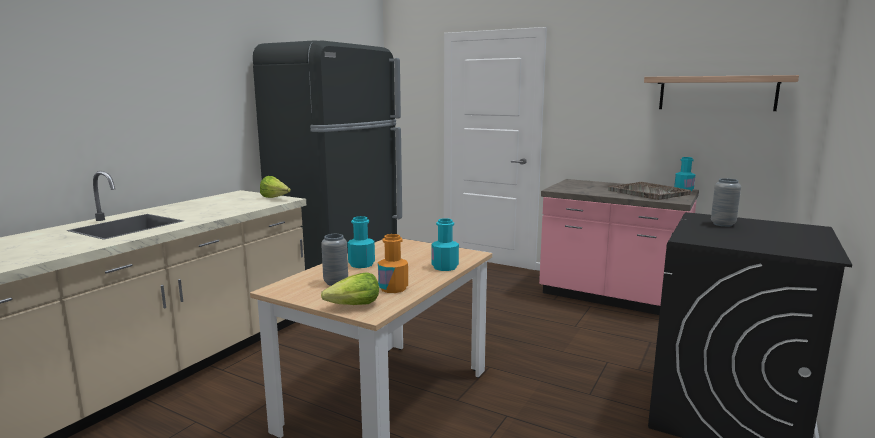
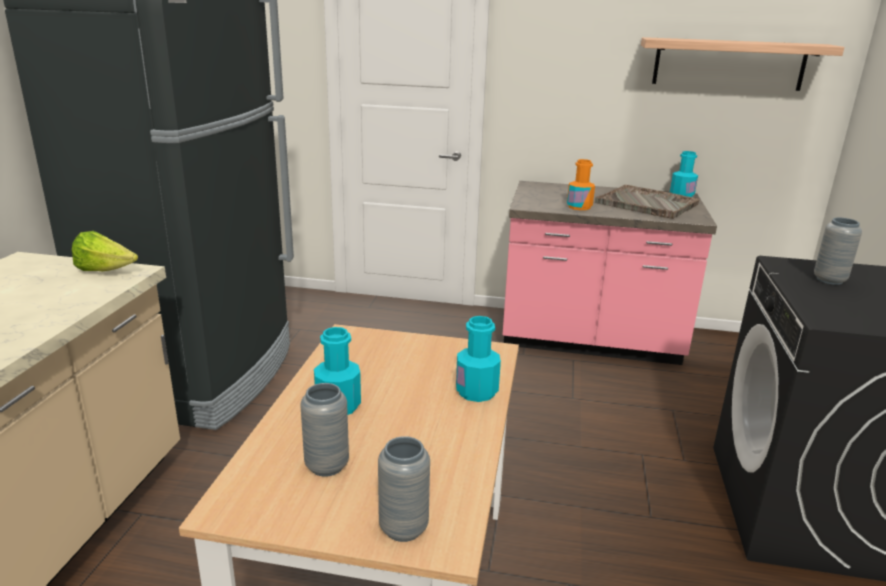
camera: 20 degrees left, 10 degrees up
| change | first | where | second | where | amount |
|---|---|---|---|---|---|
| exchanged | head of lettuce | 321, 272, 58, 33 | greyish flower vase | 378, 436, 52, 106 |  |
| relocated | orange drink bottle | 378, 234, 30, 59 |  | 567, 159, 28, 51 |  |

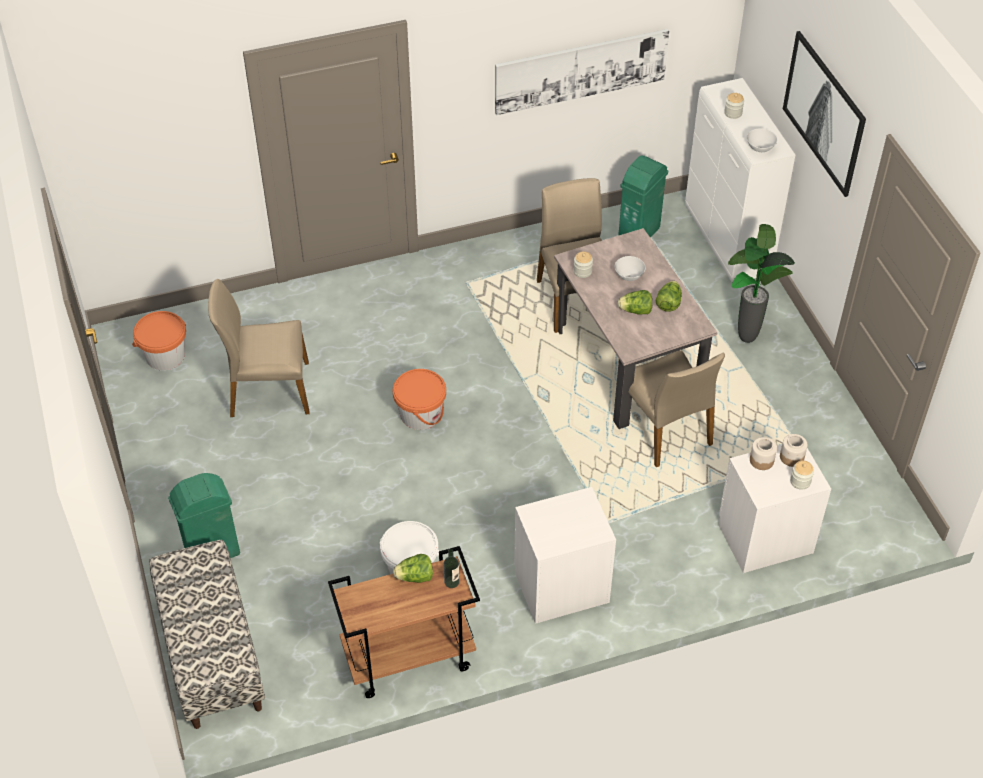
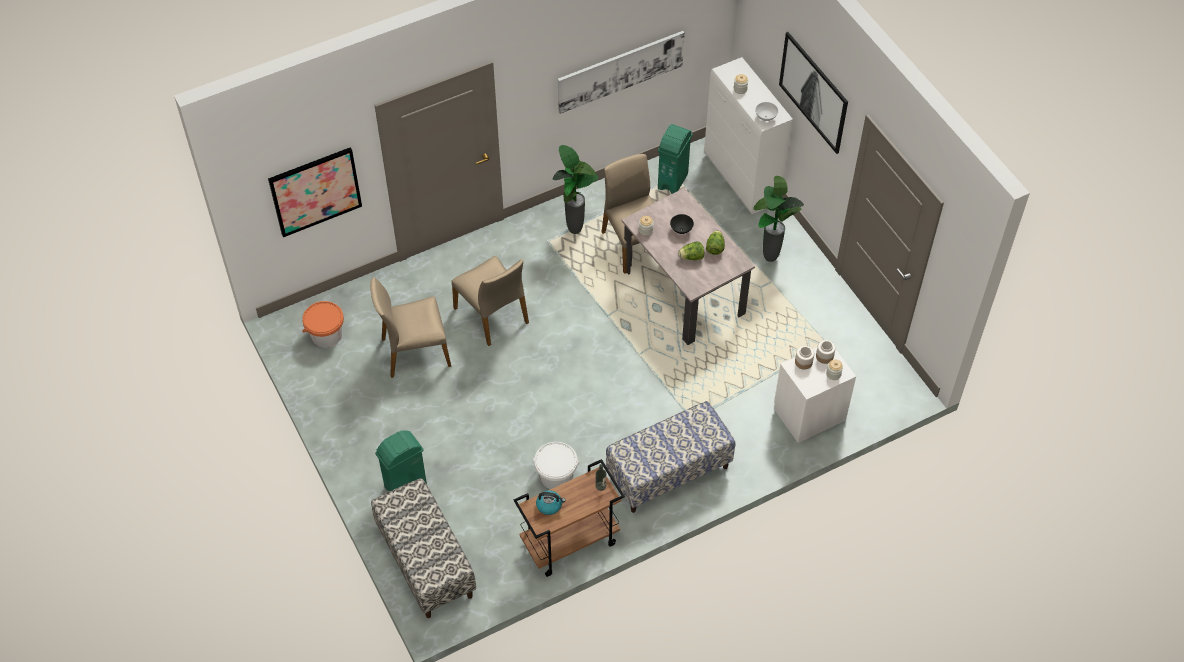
camera: 10 degrees left, 5 degrees up
| change | first | where | second | where | amount |
|---|---|---|---|---|---|
| missing | orange water bucket | 393, 369, 53, 61 |  |  |  |
| missing | head of lettuce | 393, 554, 40, 29 |  |  |  |
| exchanged | whitish bedside table | 514, 487, 102, 137 | indoor bench | 606, 401, 129, 112 |  |
| colour | whitish serving bowl | 615, 256, 31, 25 | black serving bowl | 670, 214, 24, 20 |  |
| relocated | beige plain chair | 629, 350, 96, 117 |  | 452, 256, 77, 90 |  |
| appeared |  |  | picture | 268, 147, 94, 91 |  |
| appeared |  |  | kettle | 536, 491, 30, 24 |  |
| appeared |  |  | houseplant | 553, 145, 45, 89 |  |

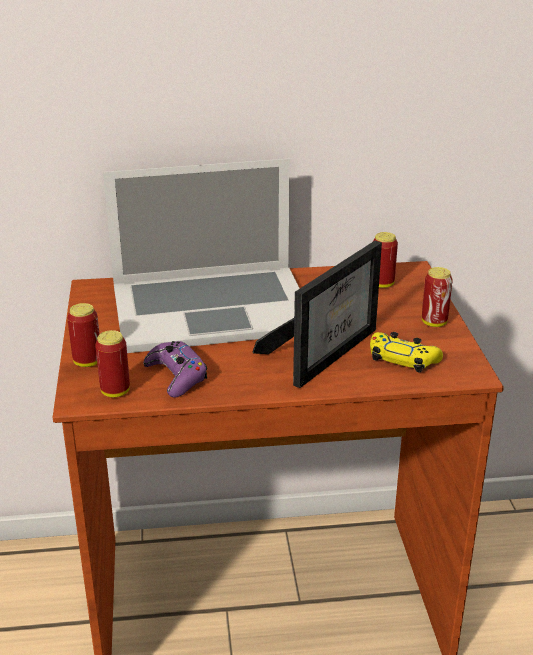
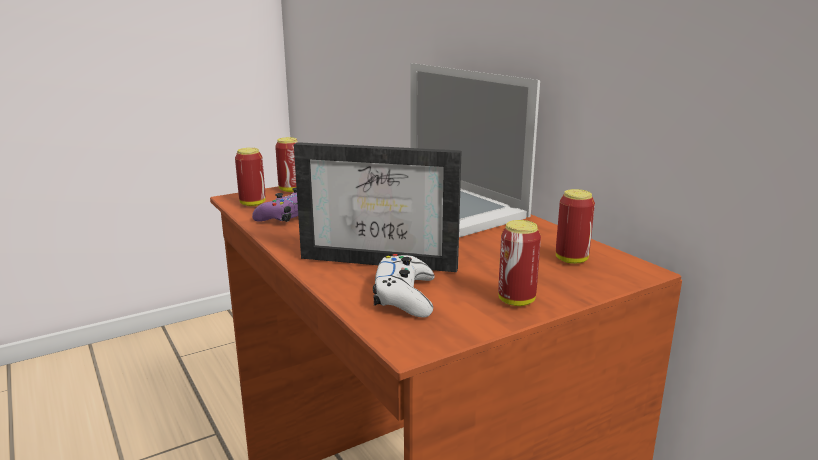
camera: 65 degrees right, 10 degrees down
| change | first | where | second | where | amount |
|---|---|---|---|---|---|
| colour | yellowish gamepad | 370, 332, 73, 40 | whitish gamepad | 373, 254, 62, 64 |  |

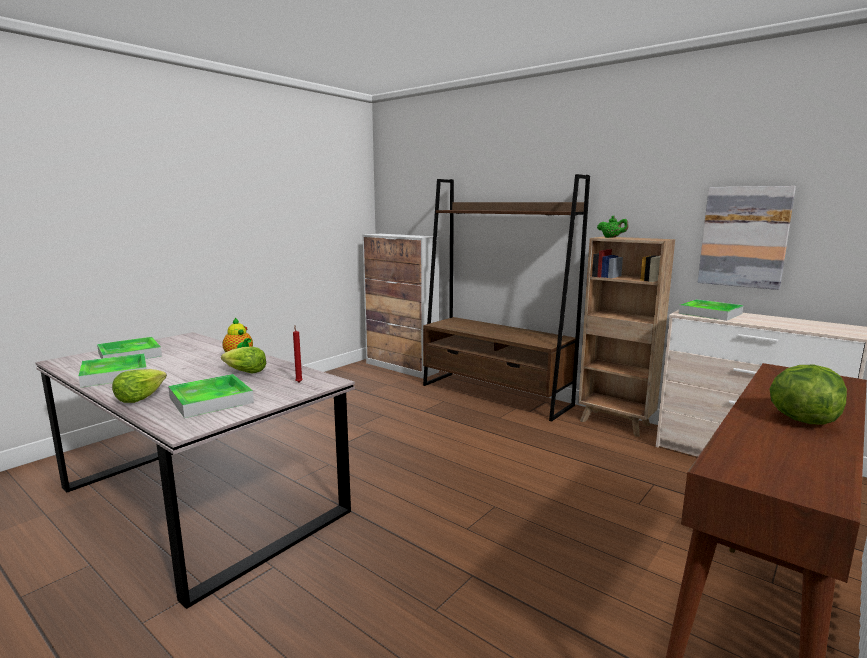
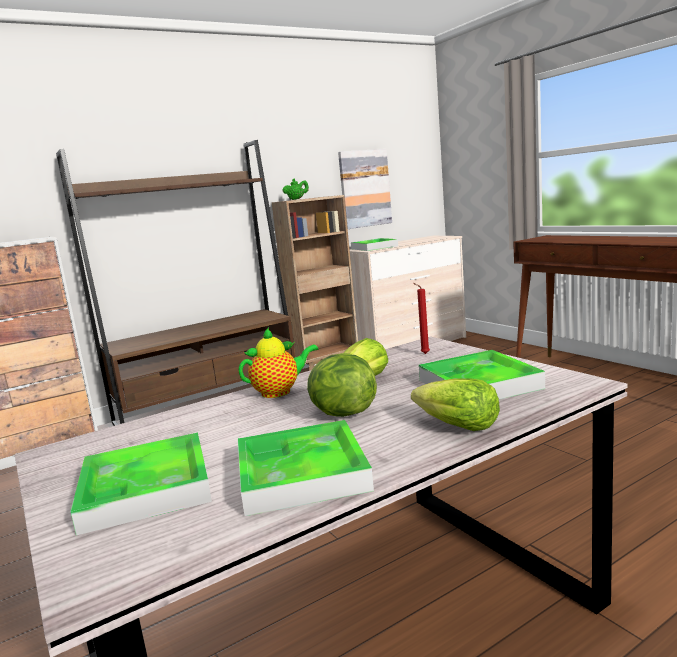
camera: 70 degrees left, 0 degrees up
| change | first | where | second | where | amount |
|---|---|---|---|---|---|
| relocated | head of lettuce | 770, 365, 77, 60 |  | 307, 353, 70, 64 |  |

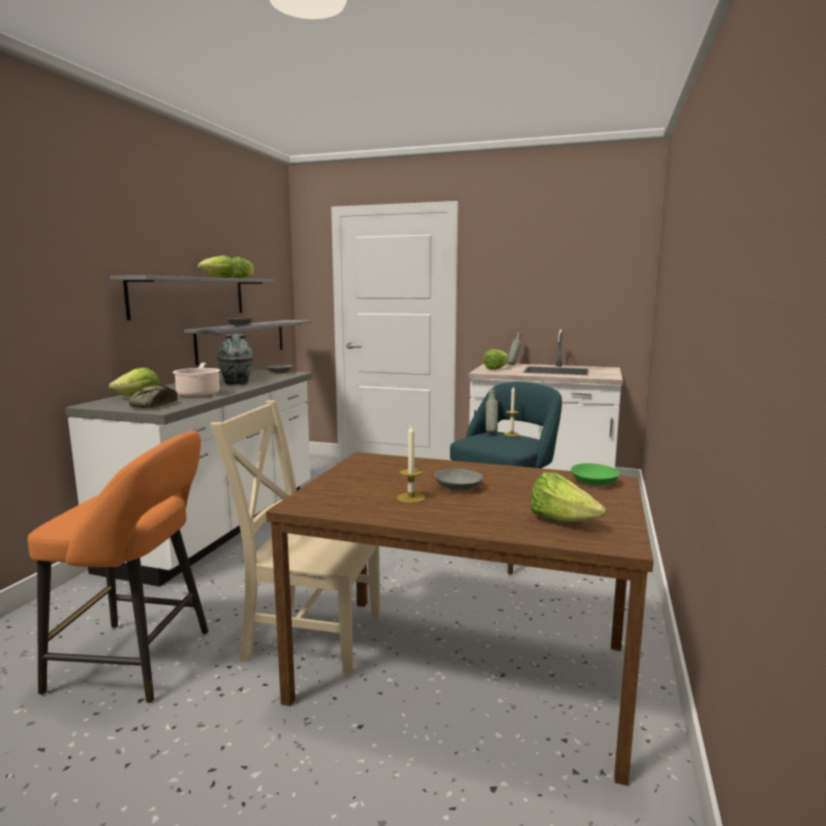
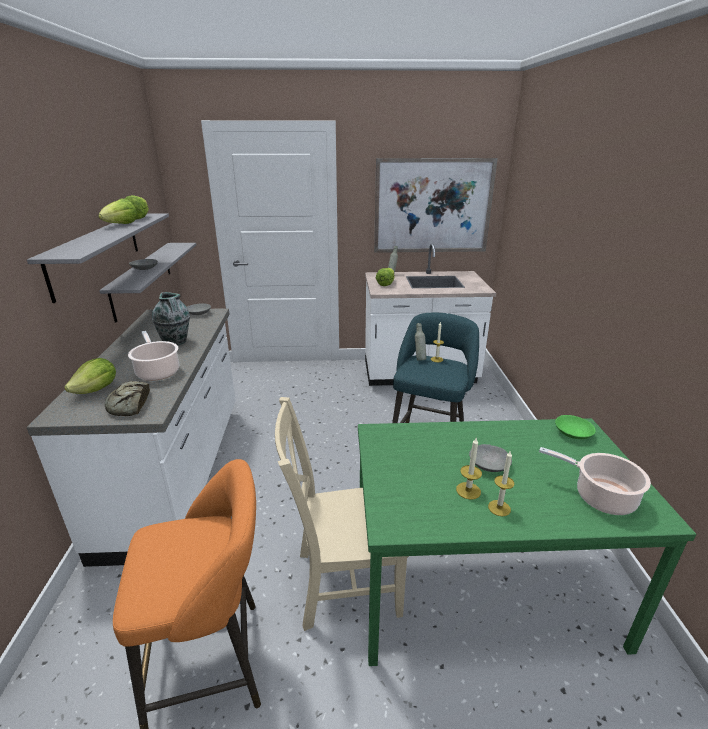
camera: 20 degrees left, 15 degrees up
| change | first | where | second | where | amount |
|---|---|---|---|---|---|
| colour | brownish dinner table | 266, 452, 387, 334 | greenish dinner table | 358, 418, 338, 248 |  |
| exchanged | head of lettuce | 530, 472, 76, 50 | stockpot | 539, 447, 112, 68 |  |
| appeared |  |  | picture | 374, 158, 124, 95 |  |
| appeared |  |  | wax light | 488, 450, 26, 66 |  |

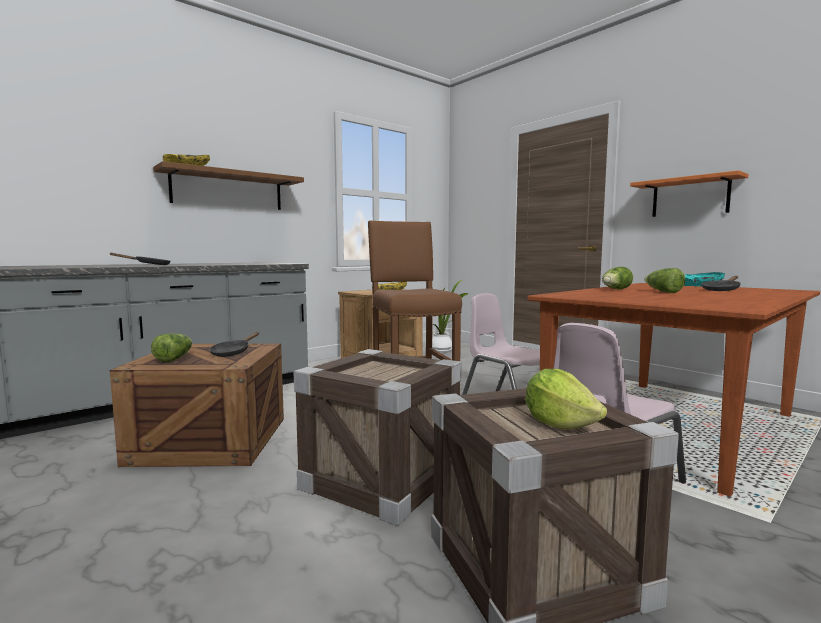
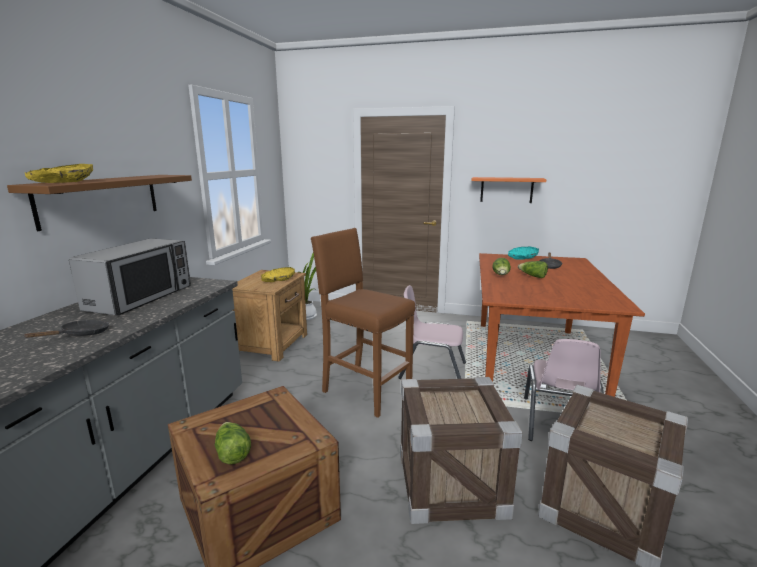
camera: 35 degrees left, 10 degrees up
| change | first | where | second | where | amount |
|---|---|---|---|---|---|
| missing | black frying pan | 209, 332, 50, 25 |  |  |  |
| missing | head of lettuce | 525, 369, 82, 60 |  |  |  |
| appeared |  |  | microwave oven | 69, 238, 122, 77 |  |

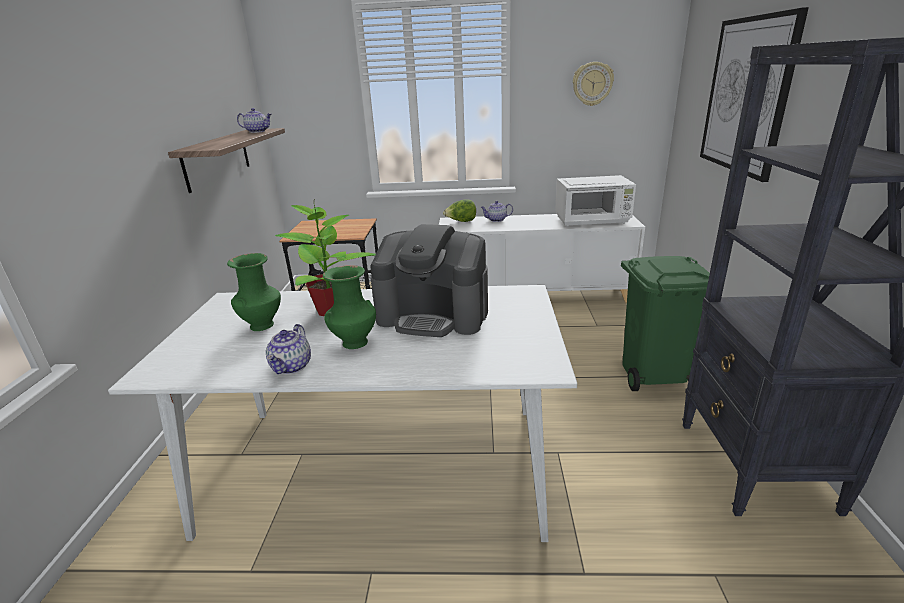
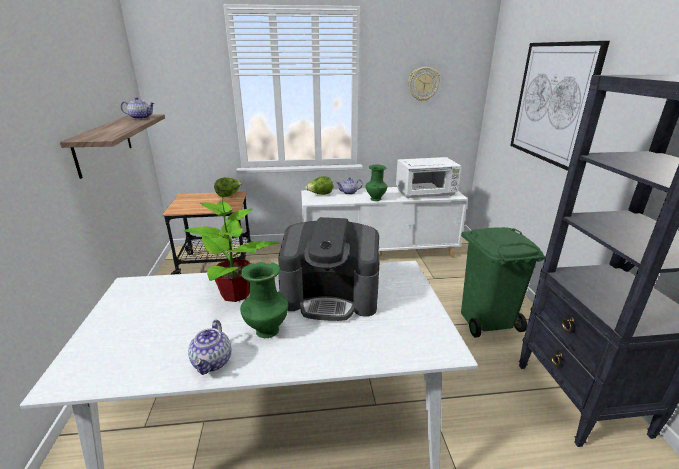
camera: 10 degrees left, 0 degrees up
| change | first | where | second | where | amount |
|---|---|---|---|---|---|
| relocated | greenish flower vase | 227, 253, 54, 78 |  | 366, 165, 21, 36 |  |
| appeared |  |  | head of lettuce | 214, 177, 28, 20 |  |

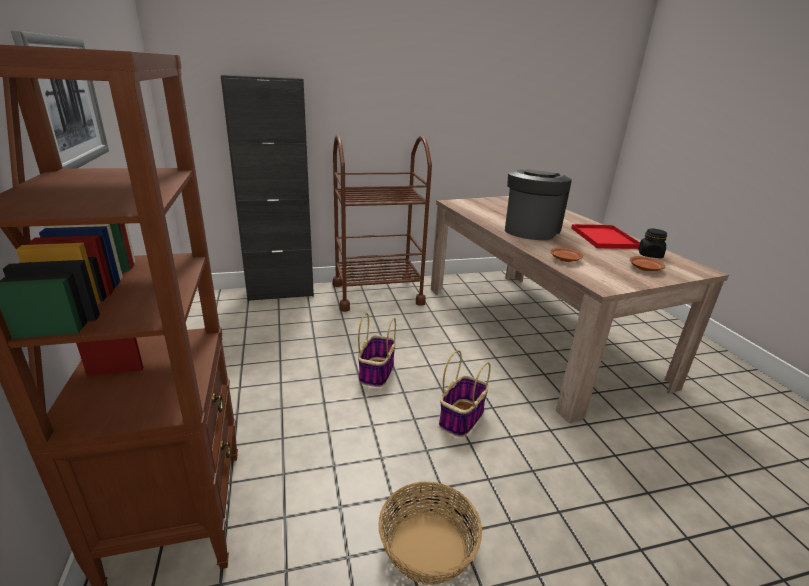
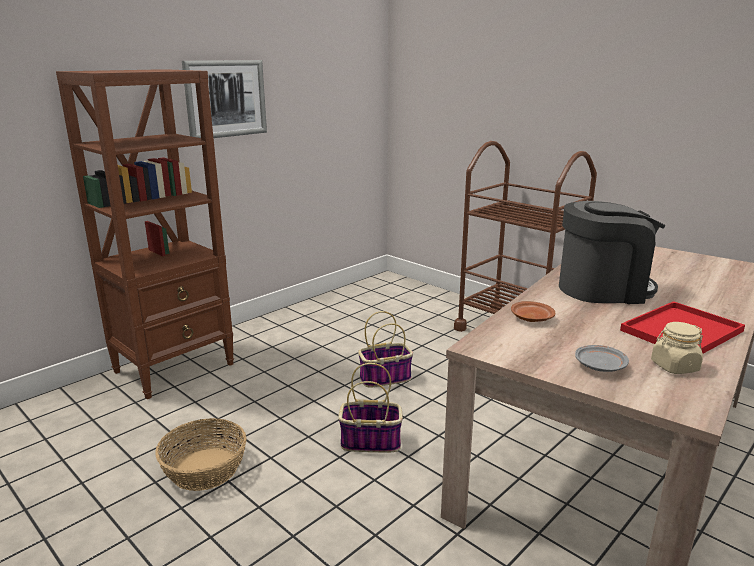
camera: 60 degrees right, 5 degrees down
| change | first | where | second | where | amount |
|---|---|---|---|---|---|
| missing | black storage cabinet | 221, 75, 93, 226 |  |  |  |
| colour | brownish plate | 630, 256, 35, 15 | greyish plate | 575, 345, 54, 27 |  |
| colour | black preserve jar | 638, 228, 29, 30 | beige preserve jar | 651, 322, 52, 52 |  |

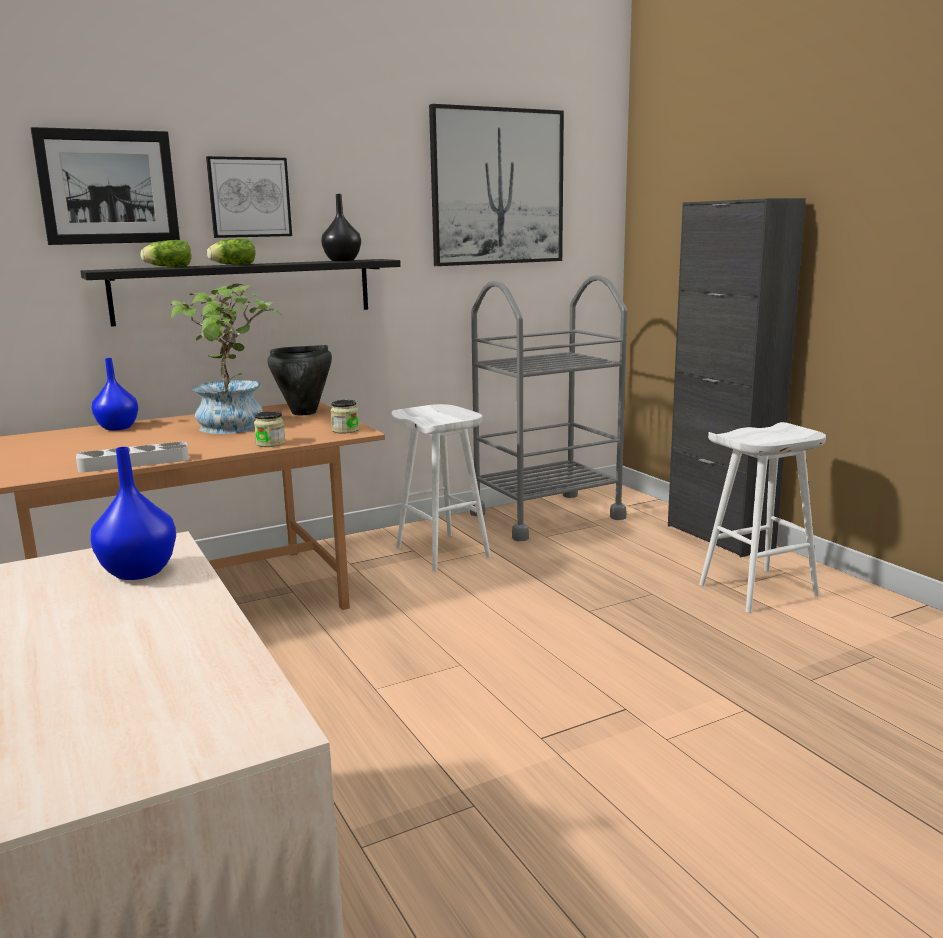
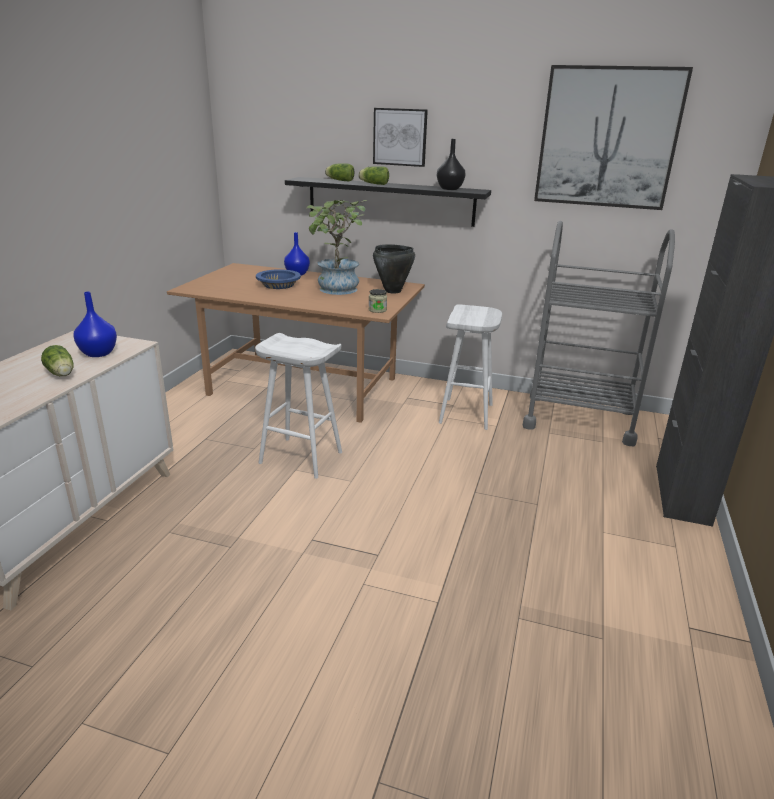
camera: 45 degrees right, 10 degrees up
| change | first | where | second | where | amount |
|---|---|---|---|---|---|
| missing | picture | 31, 127, 149, 118 |  |  |  |
| missing | greyish tray | 76, 442, 113, 30 |  |  |  |
| missing | preserve jar | 254, 411, 31, 36 |  |  |  |
| relocated | whitish stool seat | 699, 422, 127, 191 |  | 255, 333, 87, 146 |  |
| appeared |  |  | head of lettuce | 41, 345, 33, 31 |  |
| appeared |  |  | blue serving bowl | 256, 269, 45, 20 |  |

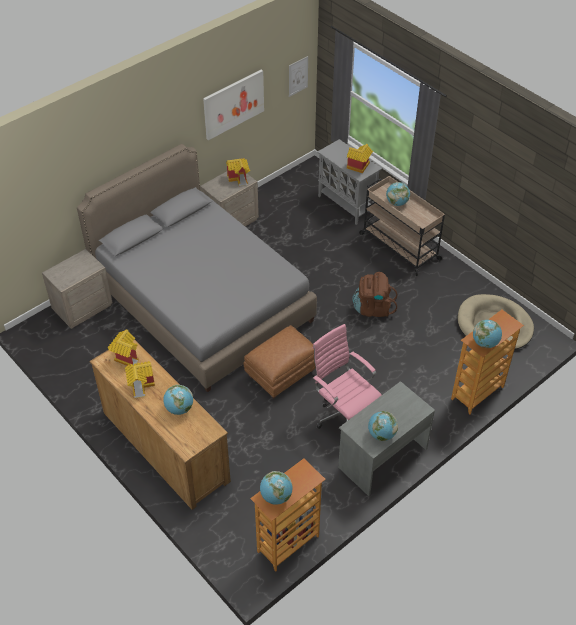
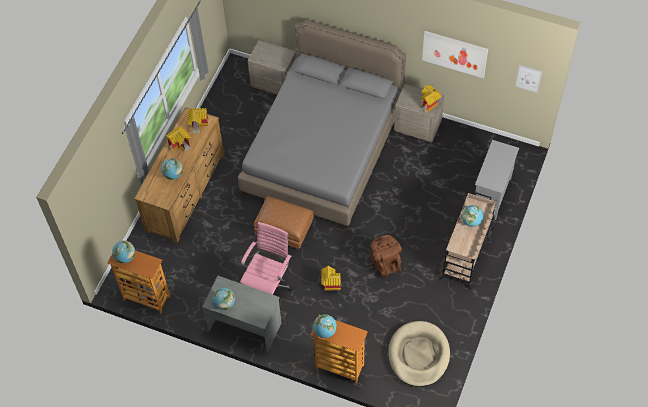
camera: 65 degrees right, 10 degrees up
| change | first | where | second | where | amount |
|---|---|---|---|---|---|
| relocated | model house | 347, 144, 26, 29 |  | 321, 266, 20, 24 |  |

